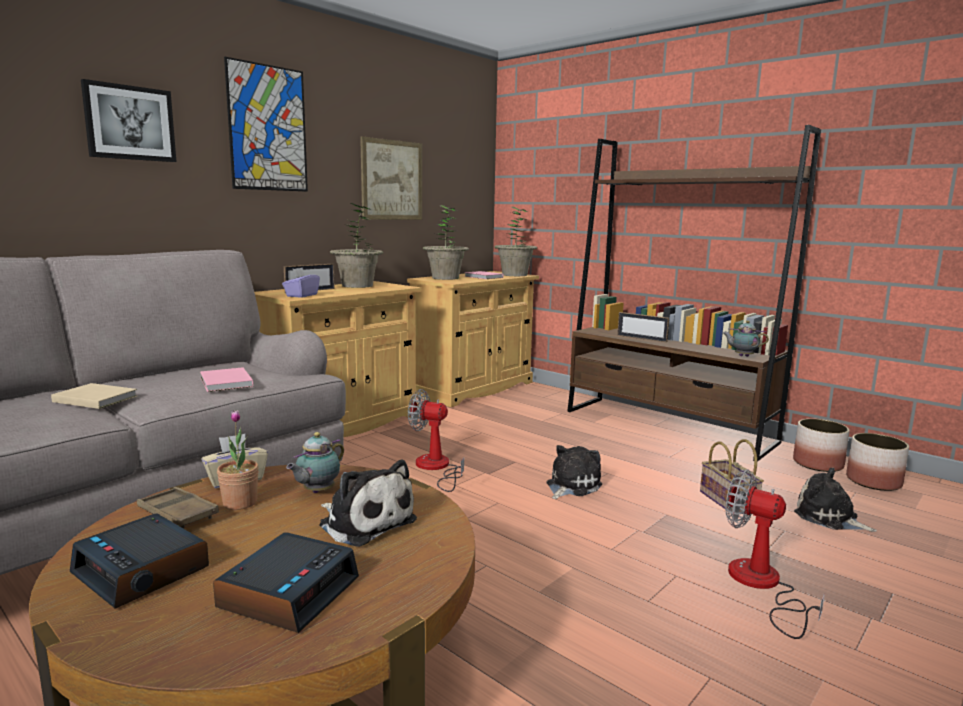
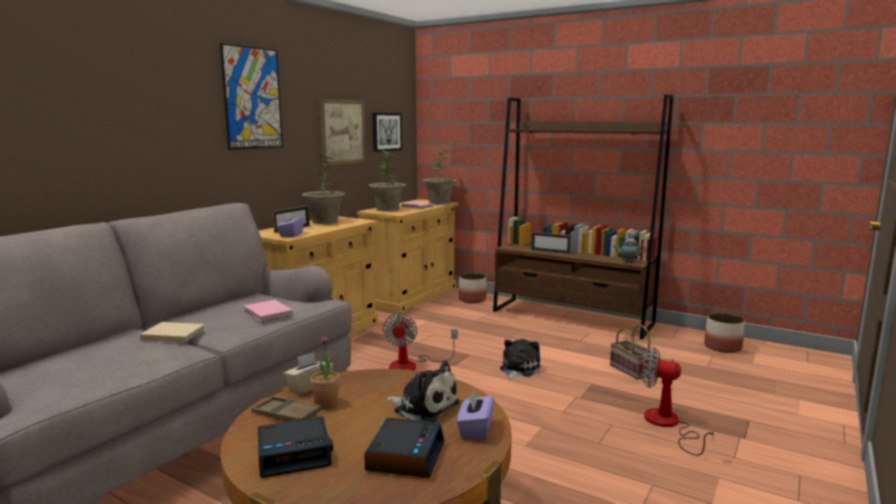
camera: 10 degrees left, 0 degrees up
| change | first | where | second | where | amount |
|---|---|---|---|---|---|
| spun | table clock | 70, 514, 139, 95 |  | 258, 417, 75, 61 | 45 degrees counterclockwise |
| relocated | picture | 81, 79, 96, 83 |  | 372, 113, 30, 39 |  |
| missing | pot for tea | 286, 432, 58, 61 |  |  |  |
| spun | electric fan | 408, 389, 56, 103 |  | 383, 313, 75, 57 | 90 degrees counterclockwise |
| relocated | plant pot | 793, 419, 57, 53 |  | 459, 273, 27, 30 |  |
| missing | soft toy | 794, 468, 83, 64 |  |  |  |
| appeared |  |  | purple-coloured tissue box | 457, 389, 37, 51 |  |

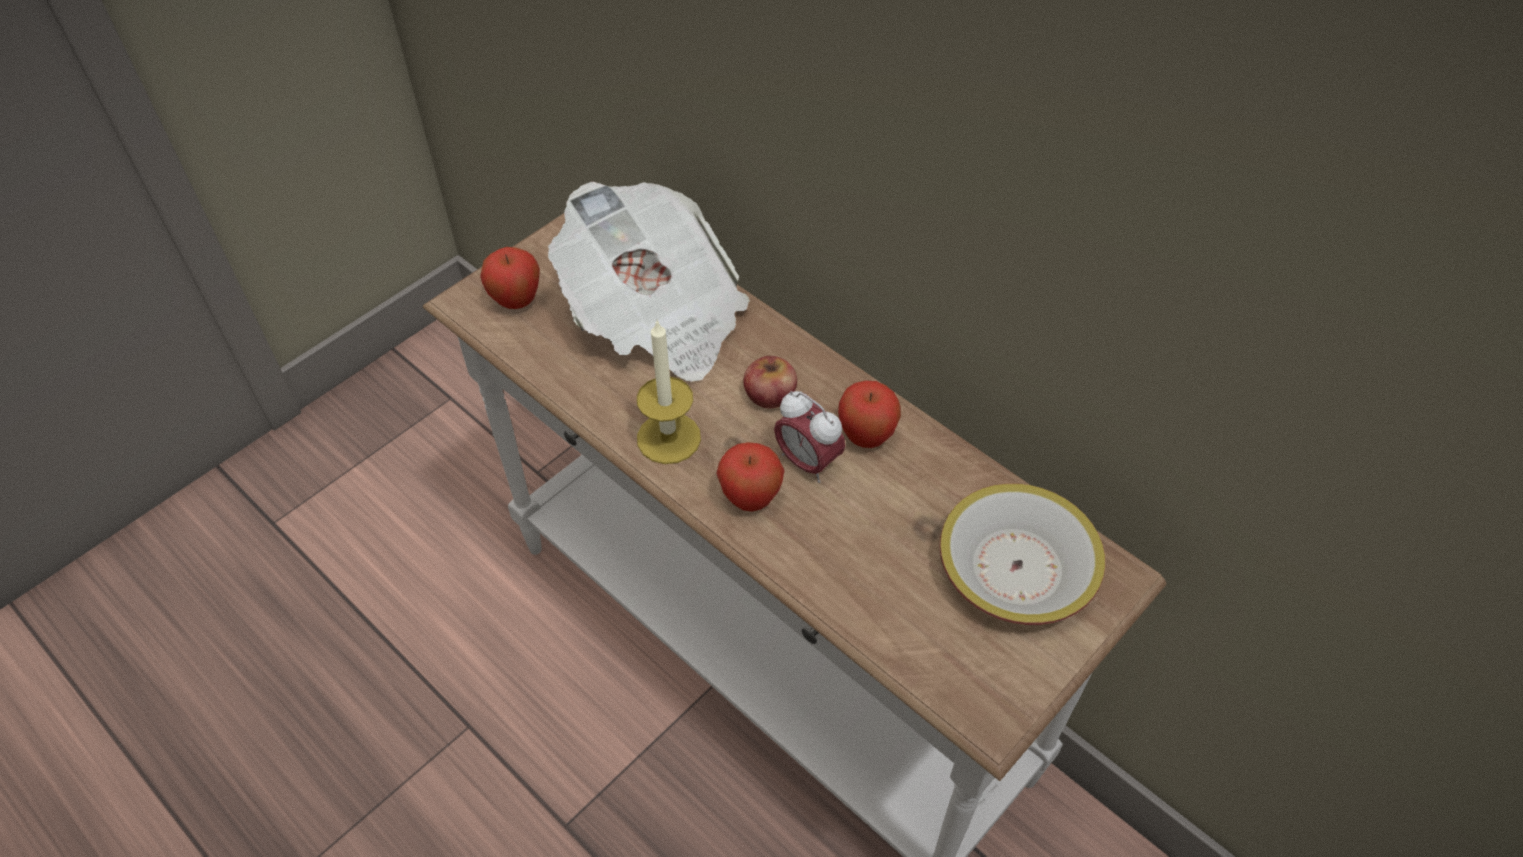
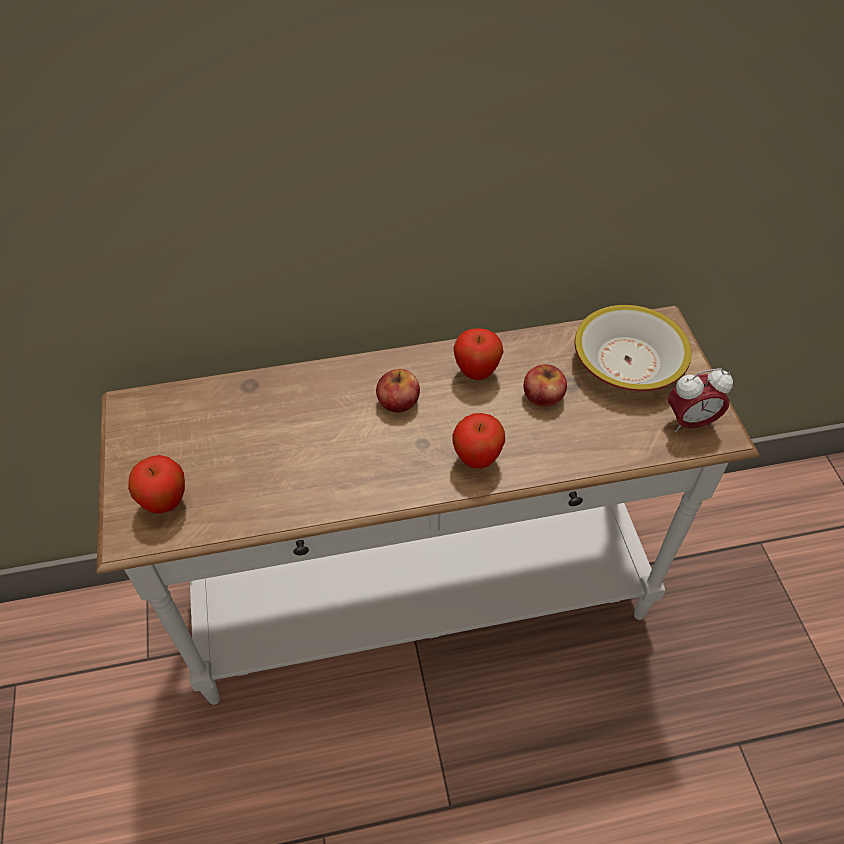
camera: 55 degrees left, 0 degrees up
| change | first | where | second | where | amount |
|---|---|---|---|---|---|
| missing | newspaper | 548, 182, 202, 200 |  |  |  |
| missing | wax light | 637, 320, 64, 144 |  |  |  |
| relocated | table clock | 774, 391, 71, 92 |  | 668, 368, 65, 64 |  |
| appeared |  |  | apple | 523, 364, 44, 43 |  |

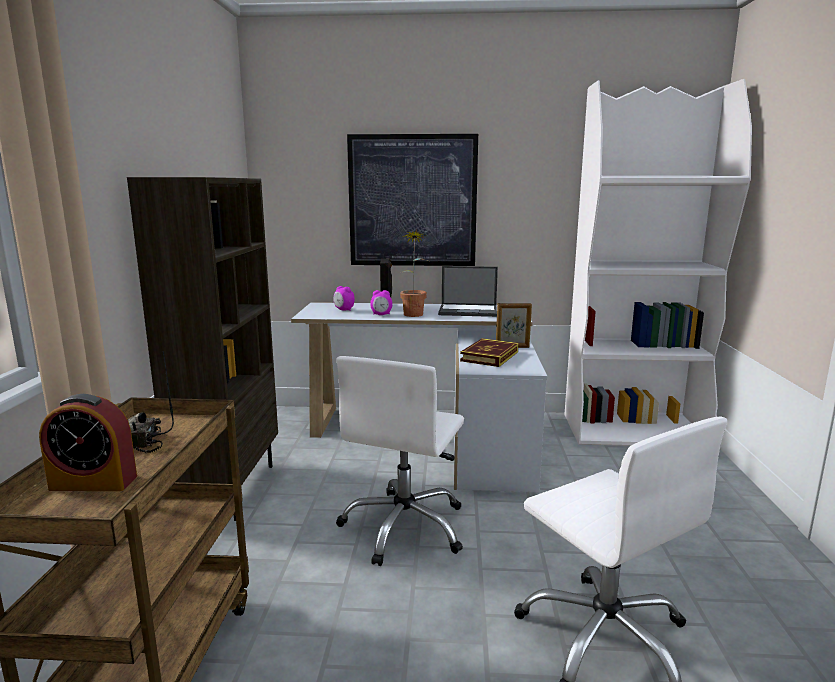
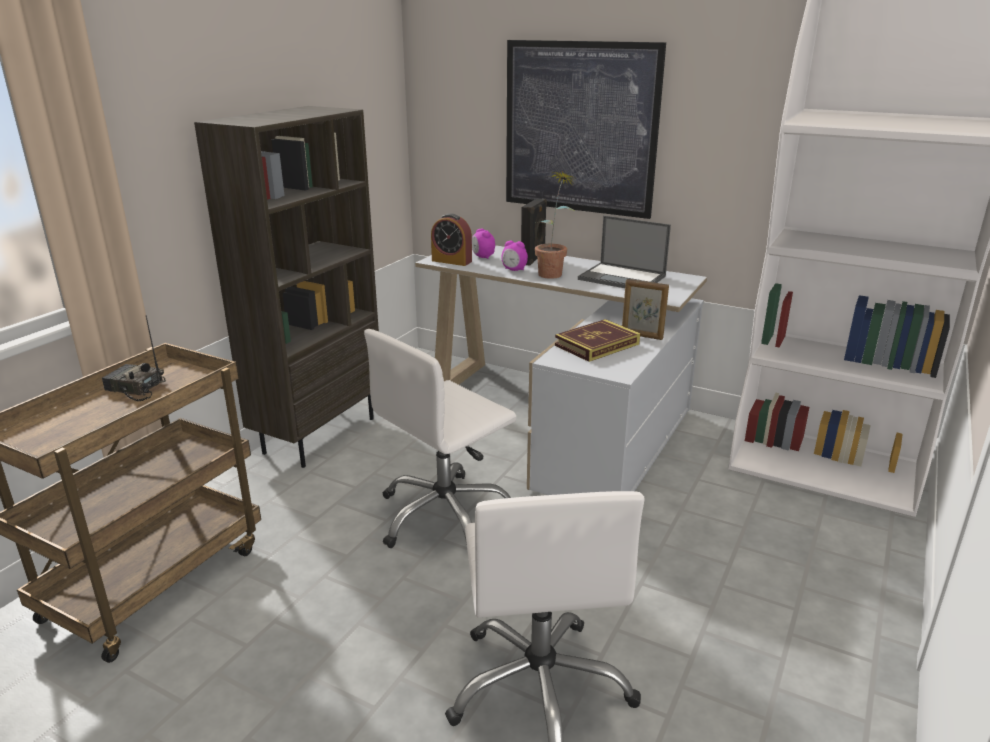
camera: 25 degrees right, 10 degrees up
| change | first | where | second | where | amount |
|---|---|---|---|---|---|
| relocated | table clock | 39, 394, 98, 97 |  | 431, 213, 41, 53 |  |

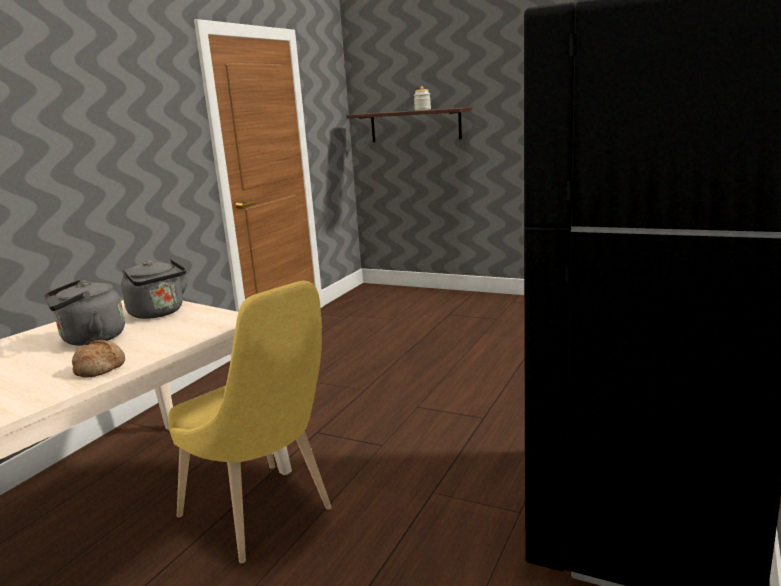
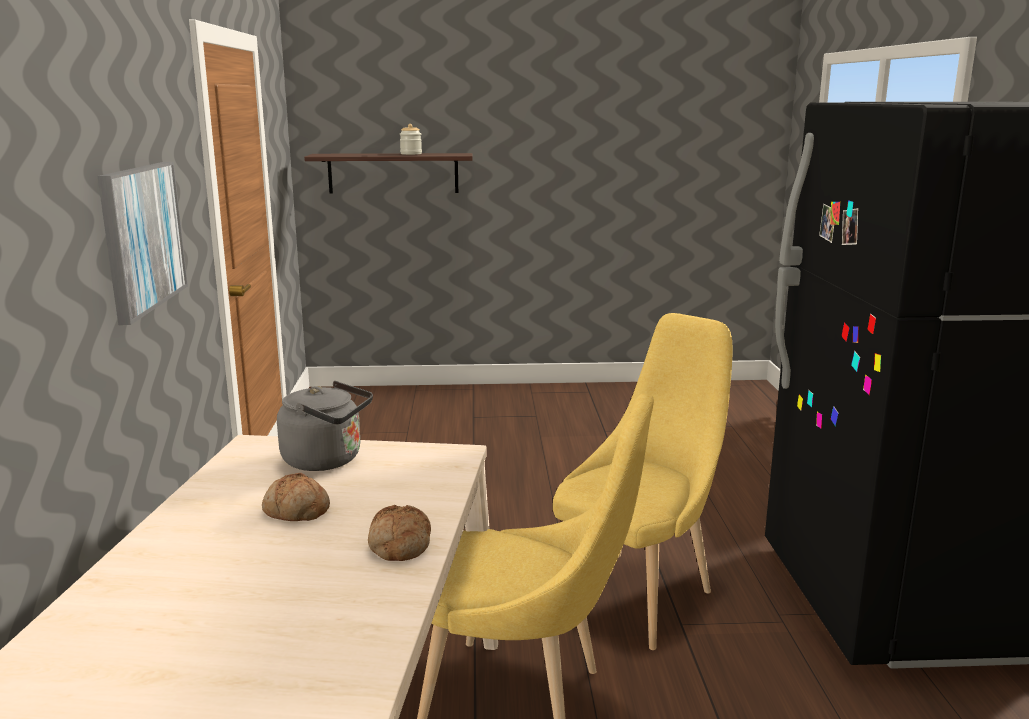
camera: 30 degrees left, 0 degrees up
| change | first | where | second | where | amount |
|---|---|---|---|---|---|
| exchanged | greyish kettle | 44, 280, 81, 66 | baked bread | 262, 473, 68, 48 |  |
| appeared |  |  | picture | 98, 162, 90, 163 |  |
| appeared |  |  | yellowish plain chair | 553, 313, 179, 337 |  |

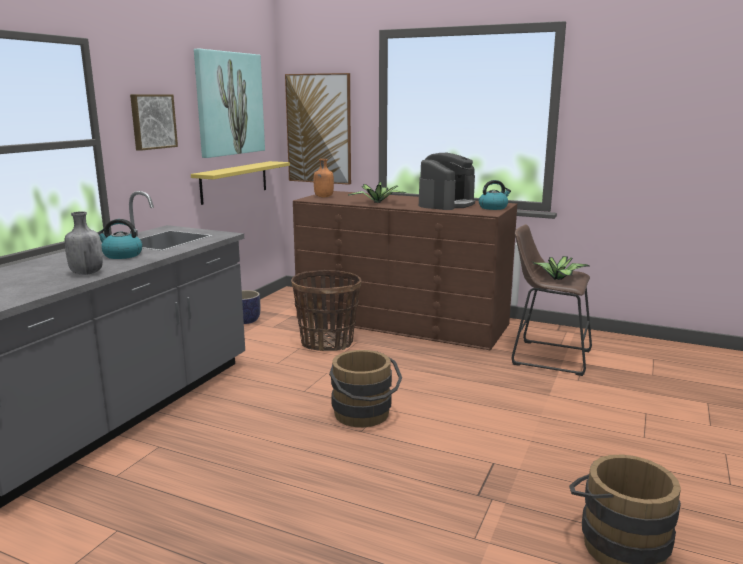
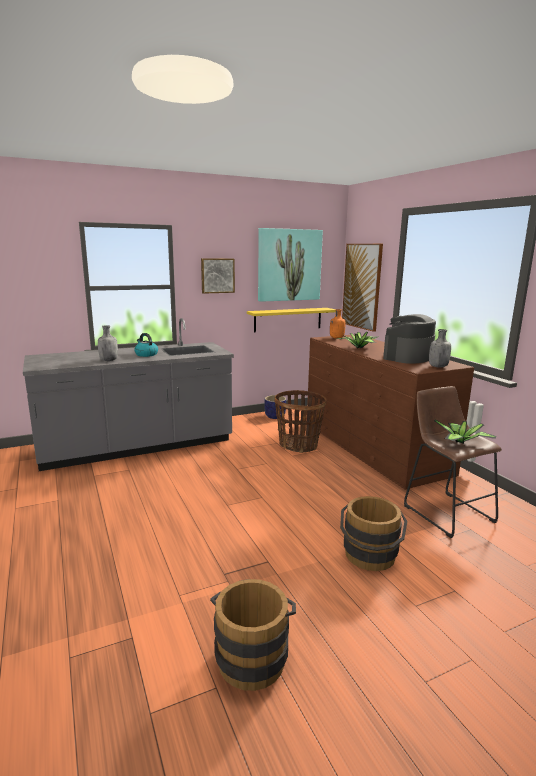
camera: 40 degrees right, 0 degrees up
| change | first | where | second | where | amount |
|---|---|---|---|---|---|
| relocated | brownish water bucket | 329, 350, 73, 77 |  | 340, 496, 68, 75 |  |
| spun | coffee machine | 419, 153, 56, 57 |  | 383, 314, 53, 50 | 150 degrees clockwise |
| exchanged | kettle | 479, 180, 32, 30 | greyish drink bottle | 429, 329, 22, 39 |  |

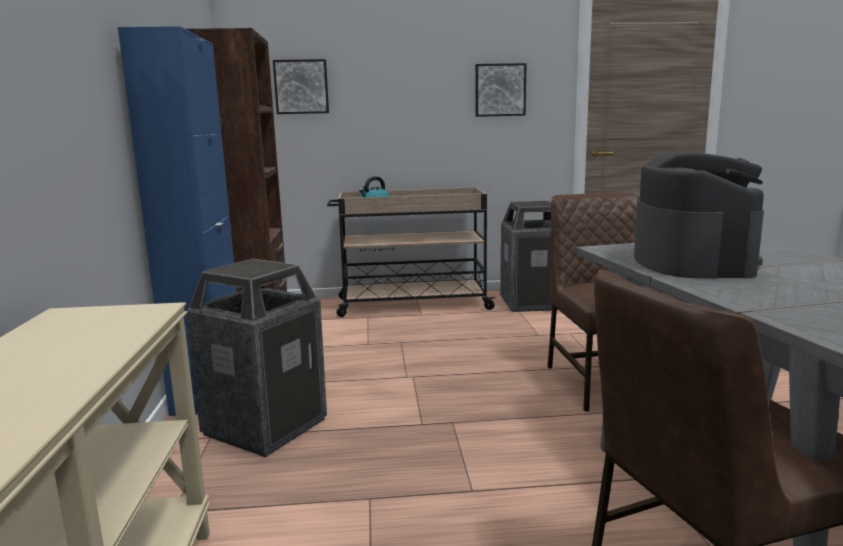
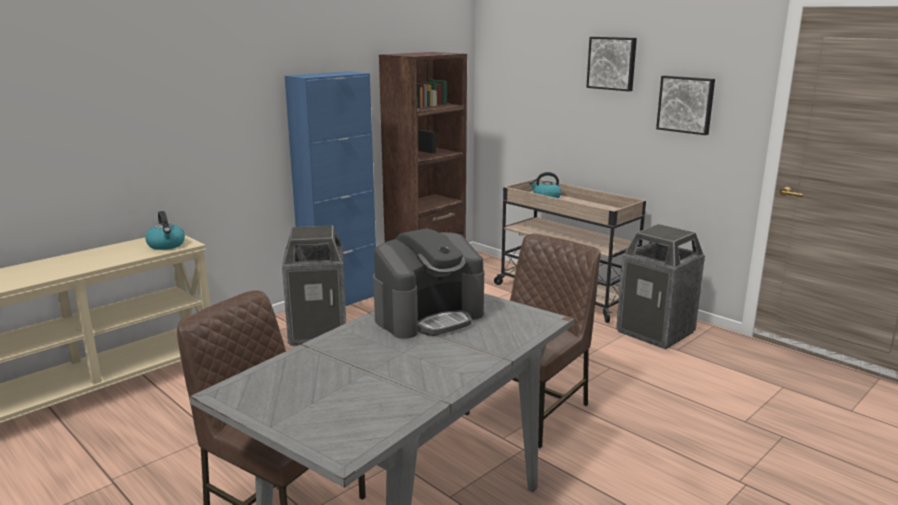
camera: 50 degrees right, 5 degrees up
| change | first | where | second | where | amount |
|---|---|---|---|---|---|
| relocated | picture | 273, 59, 56, 55 |  | 586, 37, 51, 54 |  |
| appeared |  |  | kettle | 145, 211, 40, 39 |  |

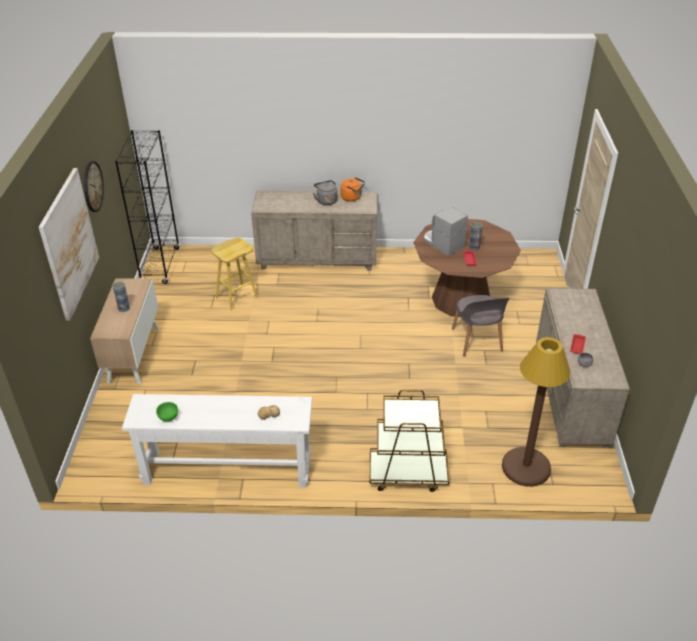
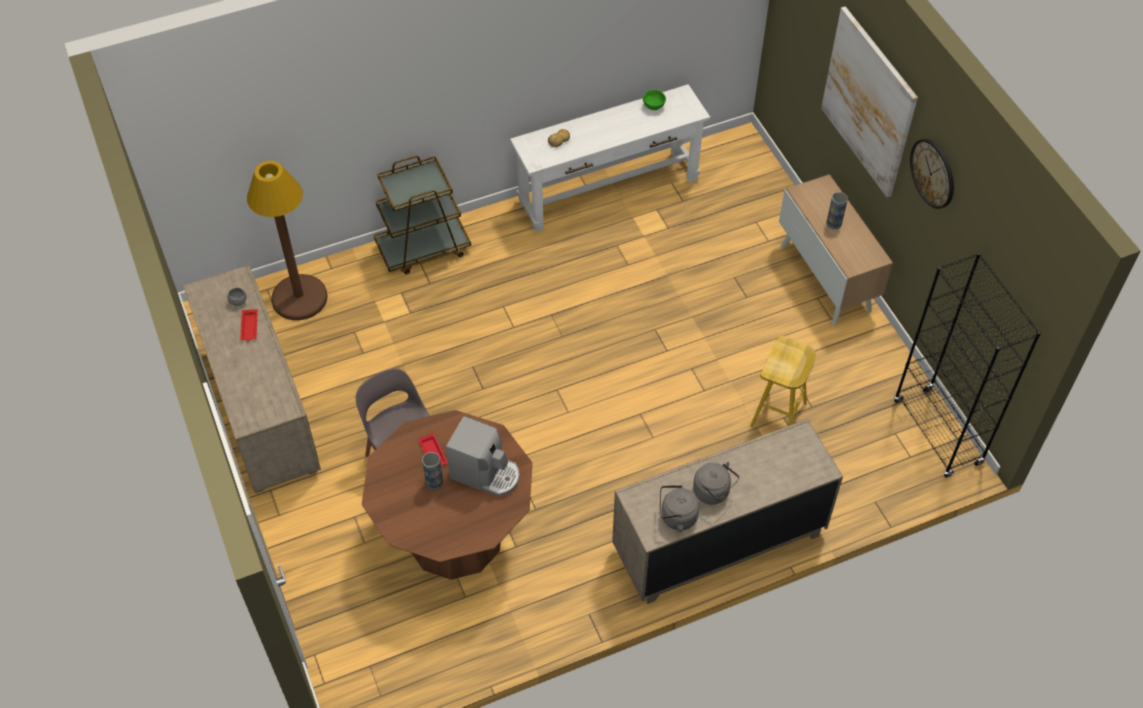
camera: 155 degrees right, 15 degrees up
| change | first | where | second | where | amount |
|---|---|---|---|---|---|
| colour | orange kettle | 341, 177, 24, 25 | greyish kettle | 660, 485, 40, 47 |  |

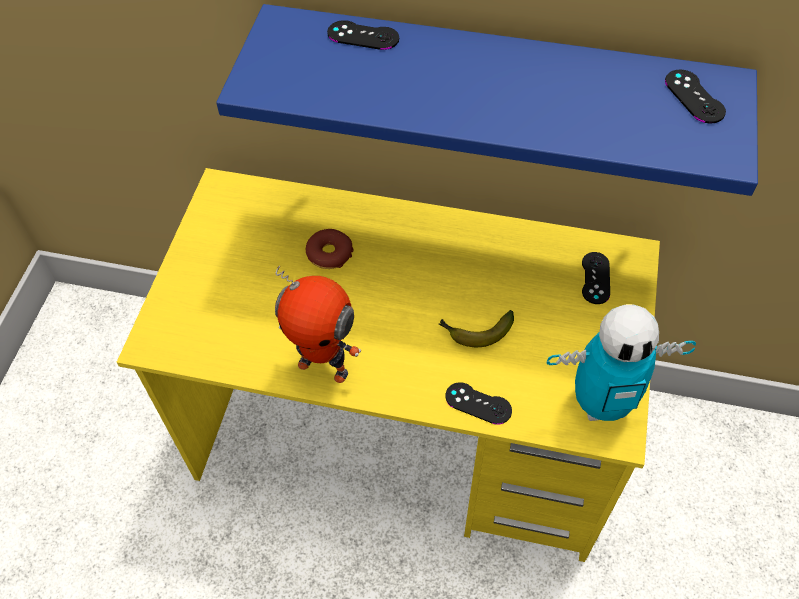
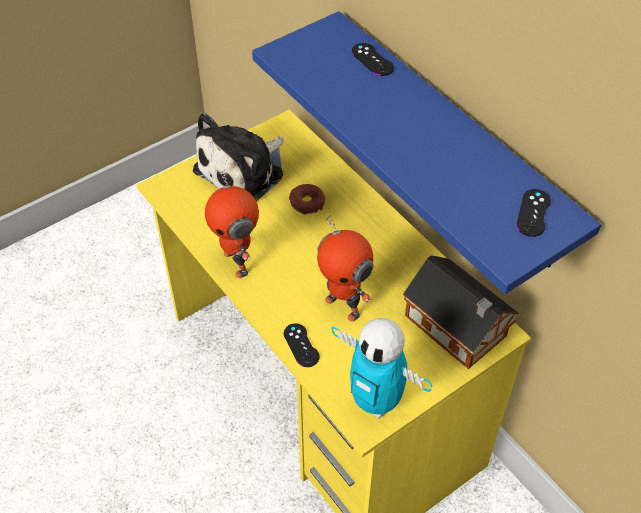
camera: 40 degrees right, 5 degrees down
| change | first | where | second | where | amount |
|---|---|---|---|---|---|
| exchanged | banana | 439, 310, 75, 37 | robot figure | 317, 215, 57, 107 |  |
| exchanged | black gamepad | 582, 252, 28, 52 | model house | 403, 255, 117, 114 |  |
| appeared |  |  | soft toy | 193, 113, 91, 88 |  |

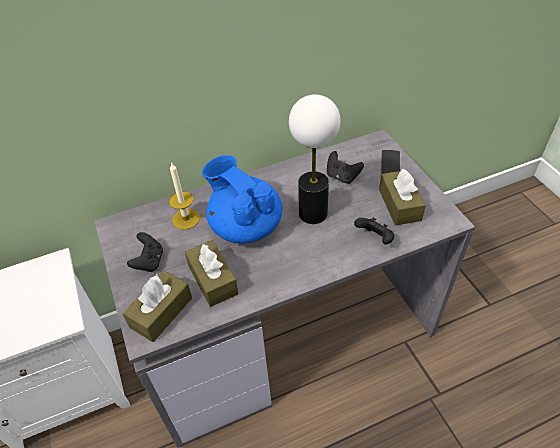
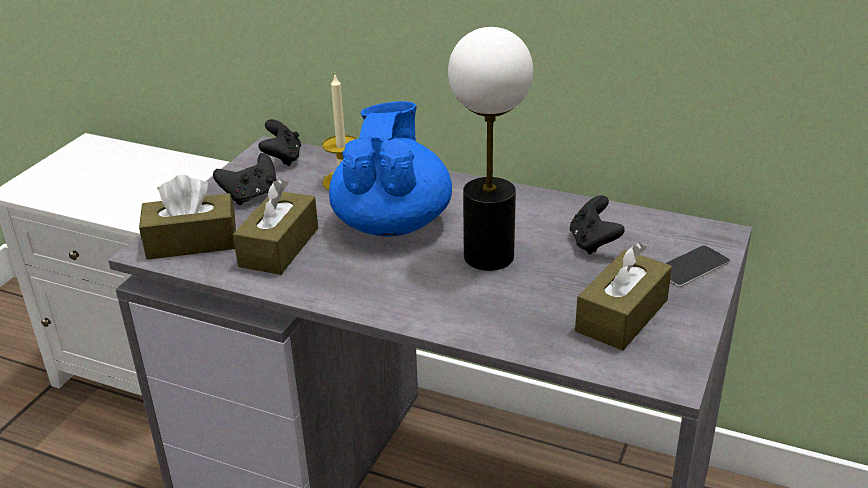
camera: 45 degrees right, 15 degrees down
| change | first | where | second | where | amount |
|---|---|---|---|---|---|
| relocated | black gamepad | 354, 217, 40, 27 |  | 258, 119, 43, 47 |  |

